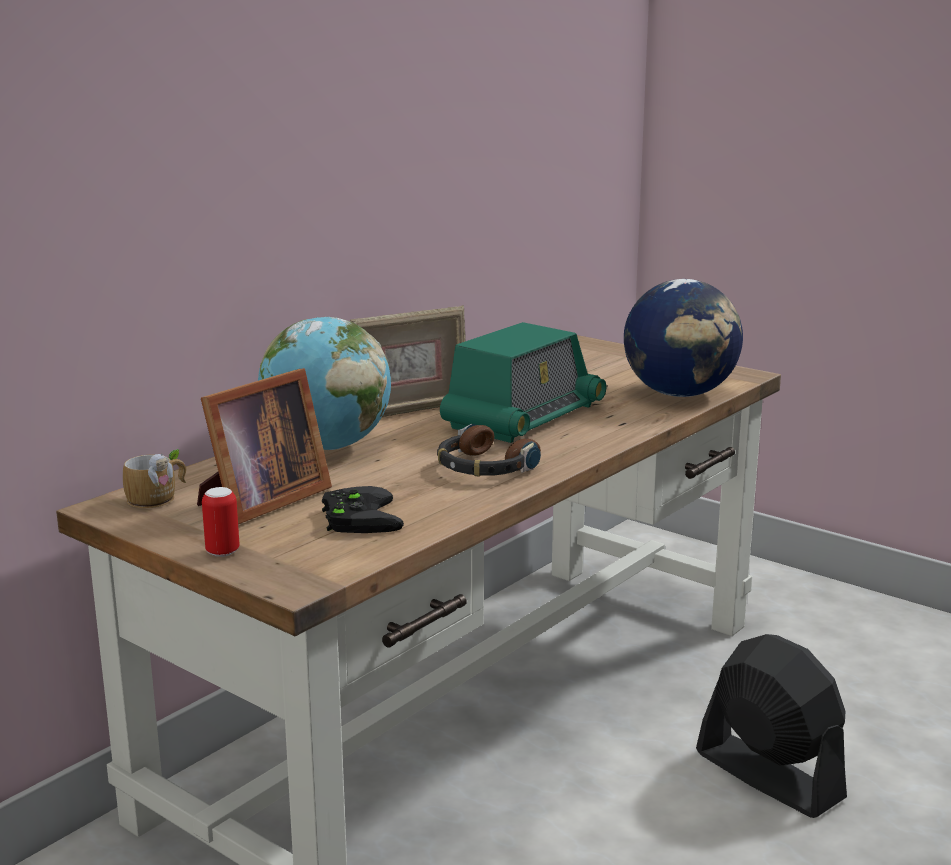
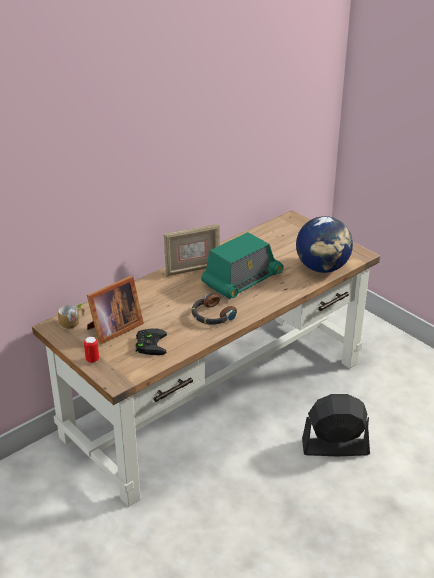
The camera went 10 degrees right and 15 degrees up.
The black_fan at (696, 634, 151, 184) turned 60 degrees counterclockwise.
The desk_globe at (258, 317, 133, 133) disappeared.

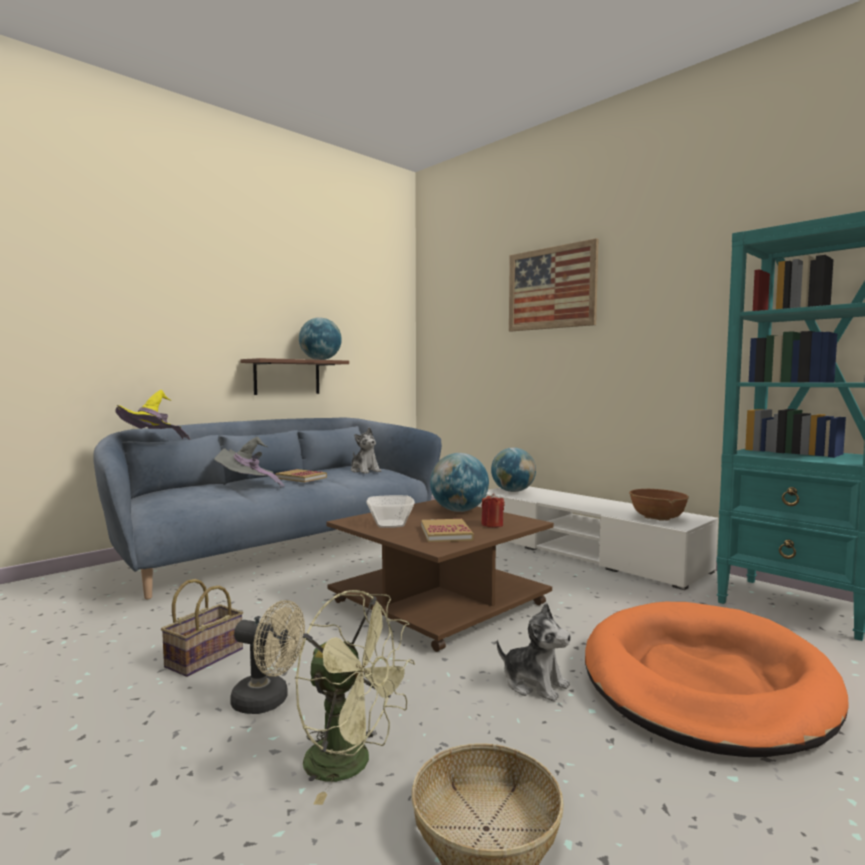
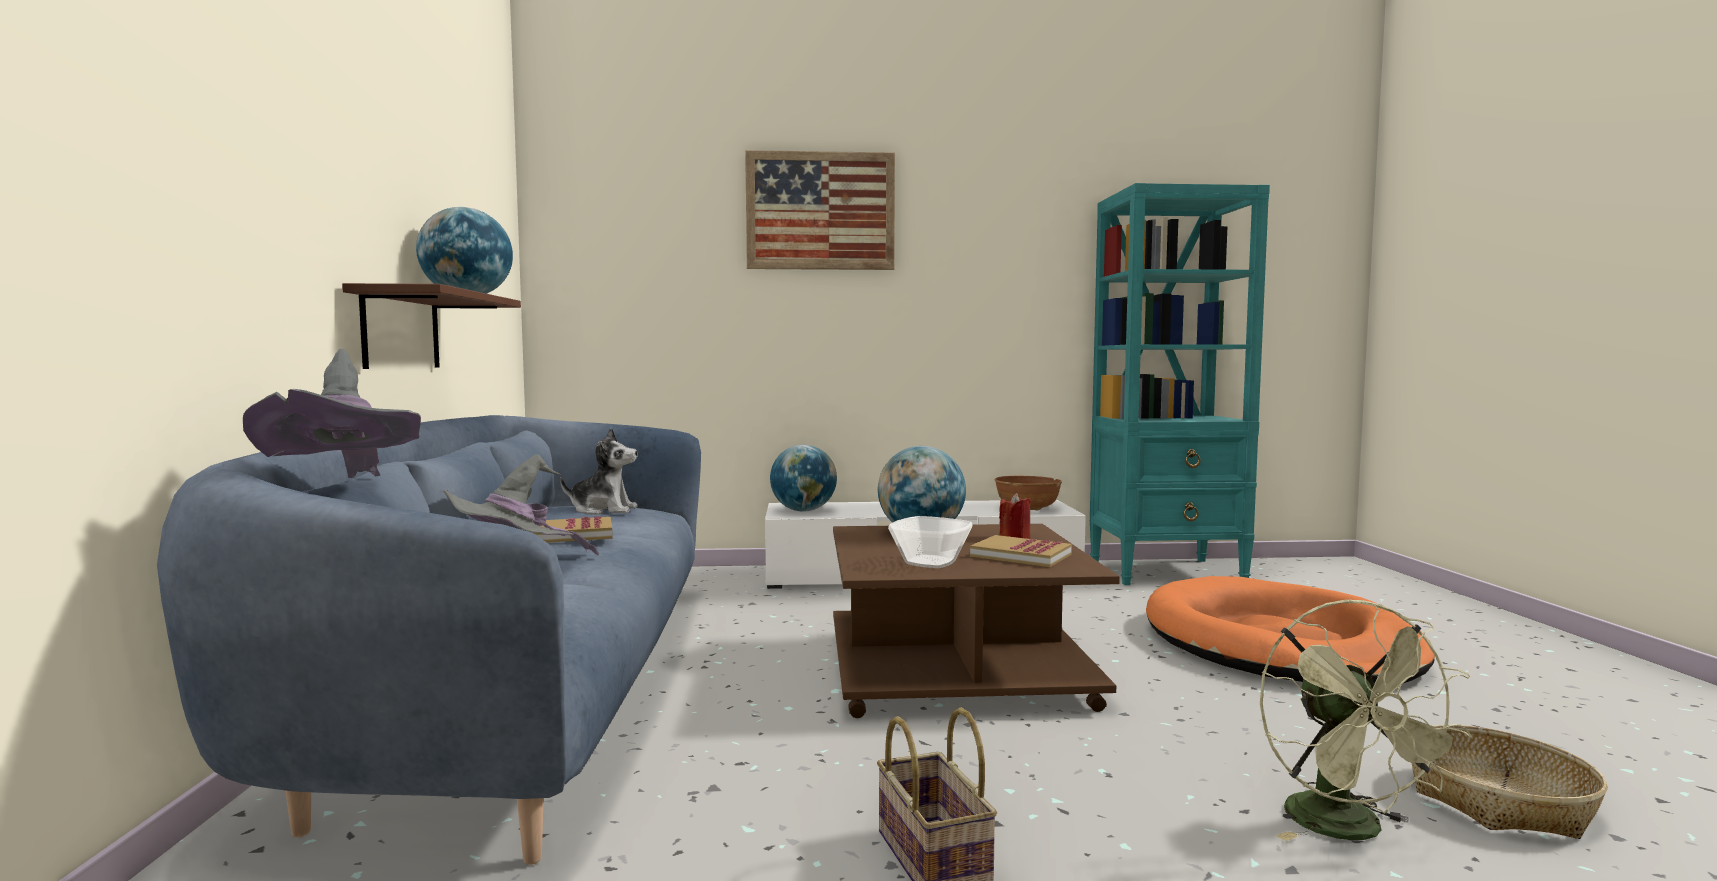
The camera went 50 degrees left and 0 degrees up.
The yellow_clothing_hat at (115, 390, 75, 50) became the gray_clothing_hat at (243, 349, 178, 129).
The greenish_fan at (295, 590, 120, 215) turned 105 degrees clockwise.
The beige-coloured_fan at (230, 600, 75, 114) disappeared.
The cuddly_toy at (497, 603, 74, 99) disappeared.

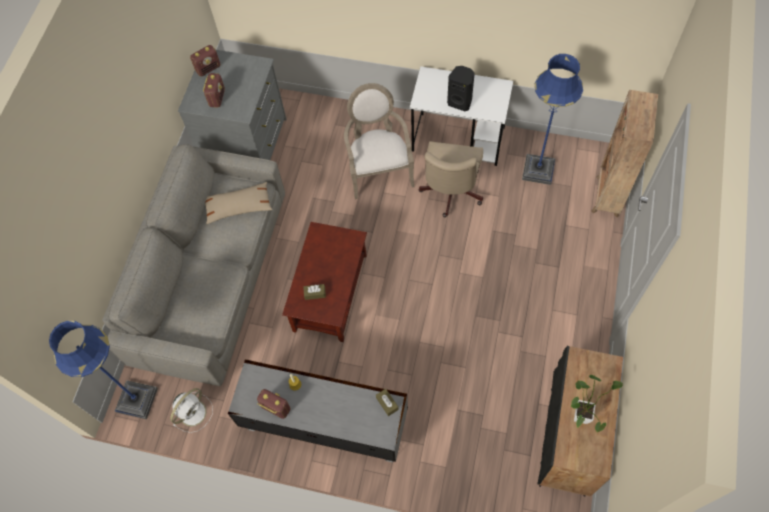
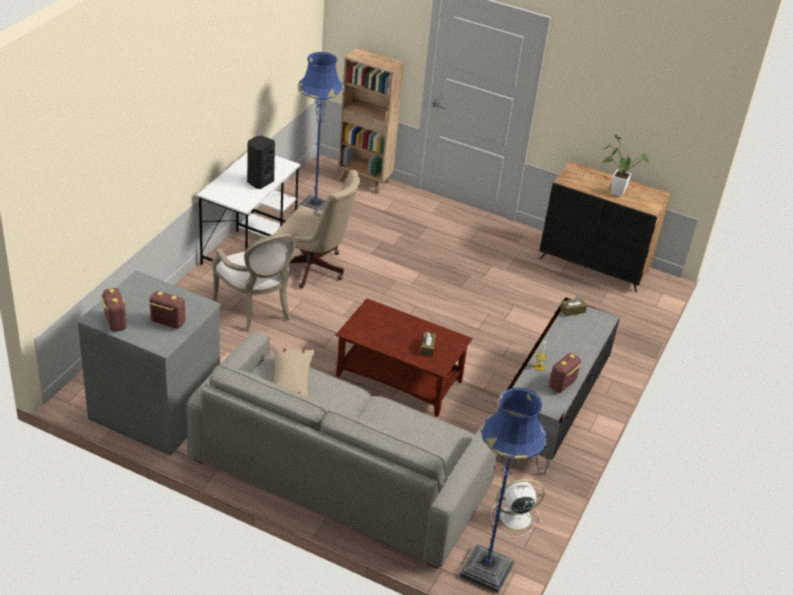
The camera went 85 degrees left and 25 degrees down.
The easy_chair at (344, 83, 70, 116) turned 120 degrees counterclockwise.
The whitish_fan at (171, 388, 42, 45) turned 60 degrees counterclockwise.

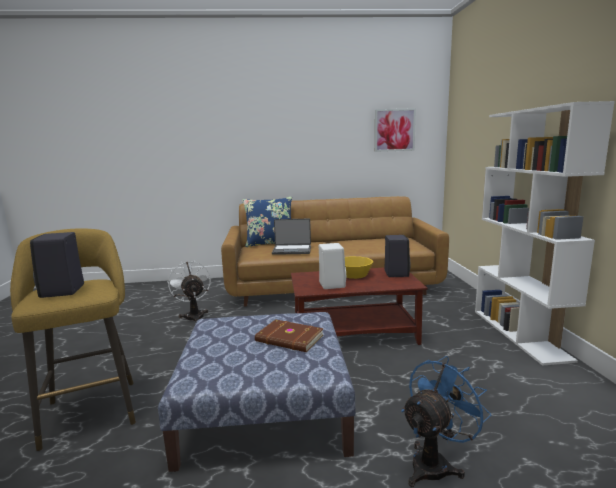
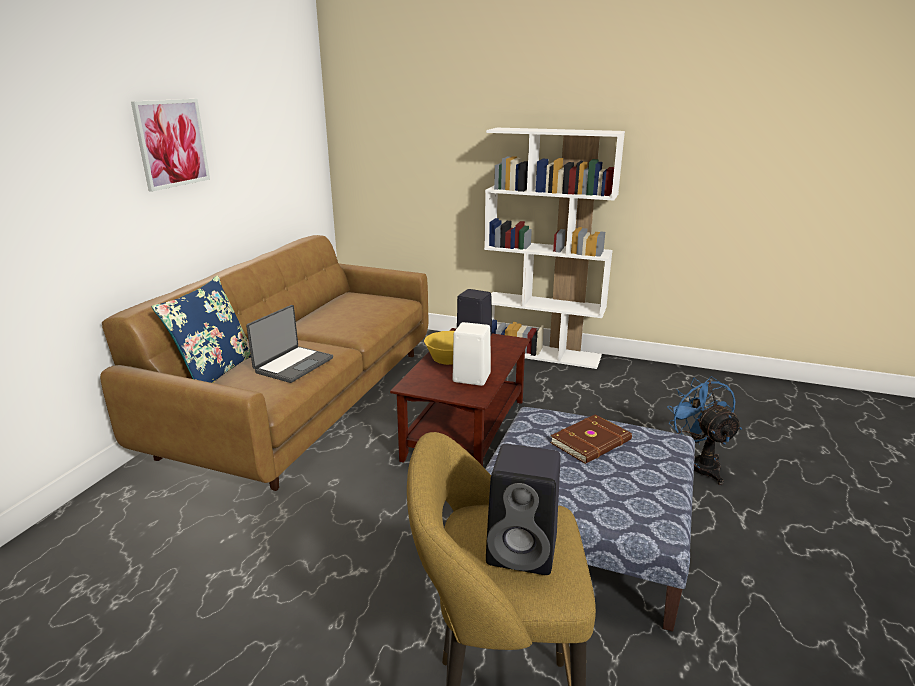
The camera went 65 degrees left and 10 degrees up.
The wall_art moved from (375, 108, 41, 44) to (131, 99, 79, 93).
The whitish_fan at (167, 261, 44, 61) disappeared.

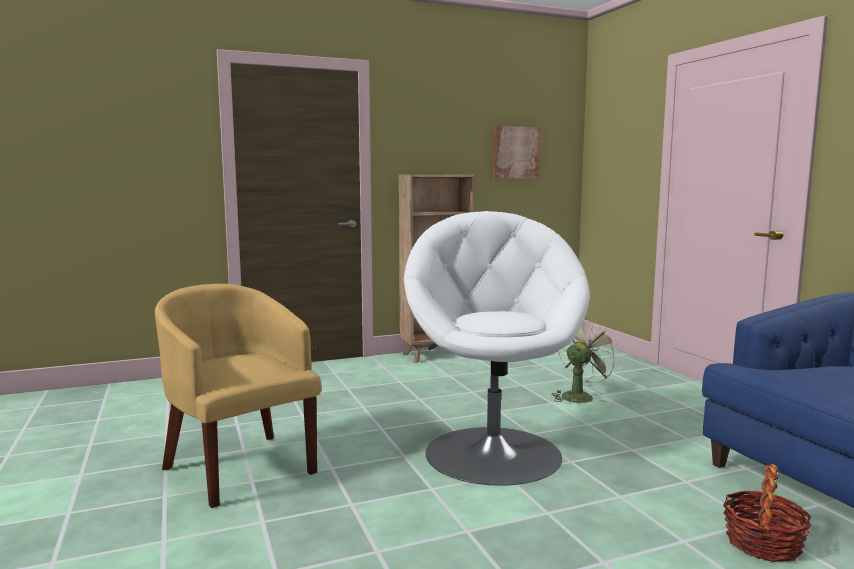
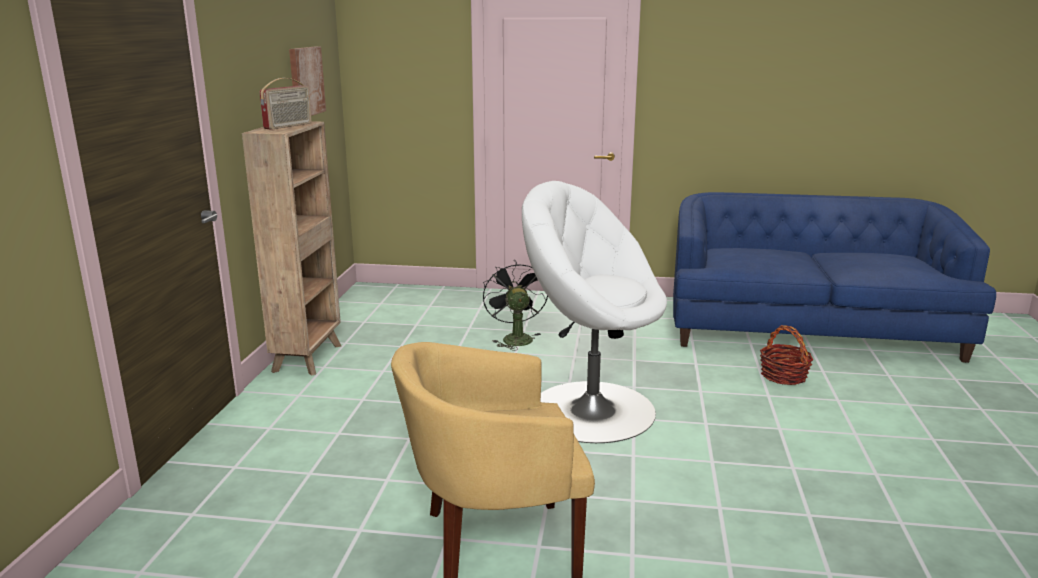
The camera went 60 degrees left and 10 degrees up.
The radio_set at (260, 78, 51, 52) appeared.
The greenish_fan at (551, 315, 69, 88) became the black_fan at (483, 260, 65, 91).

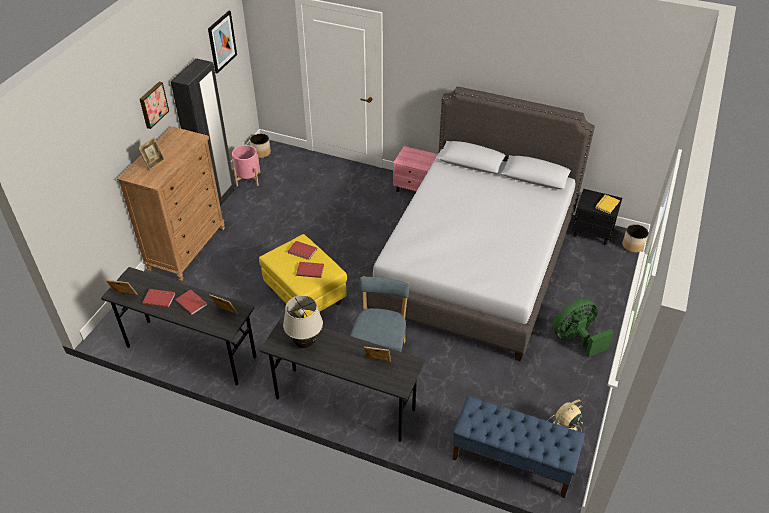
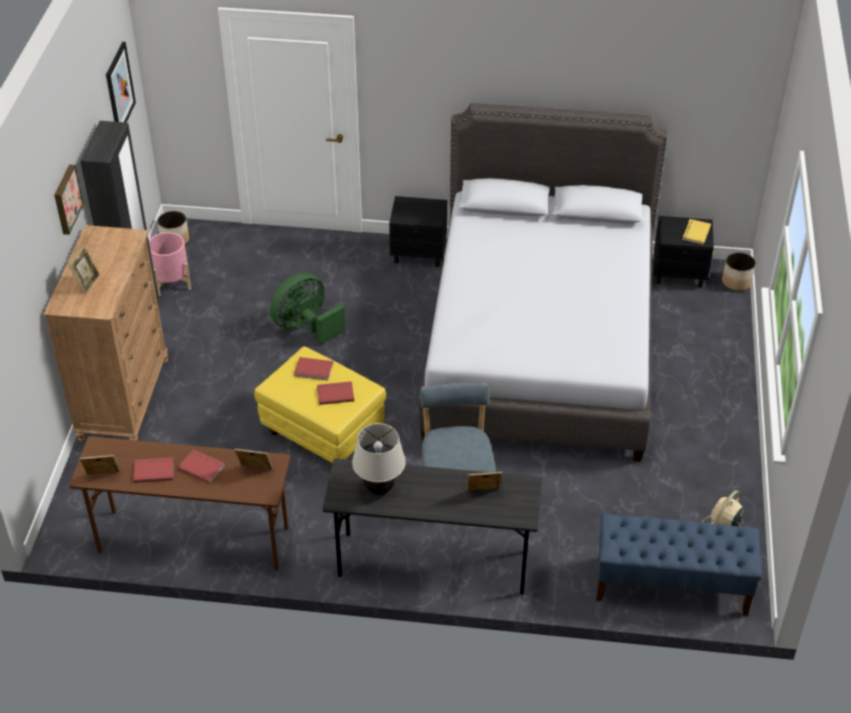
The camera went 15 degrees left and 0 degrees up.
The gray_desk_unit at (101, 267, 155, 119) became the brown_desk_unit at (69, 436, 222, 135).
The greenish_fan moved from (552, 298, 62, 59) to (270, 273, 76, 72).
The pinkish_night_table at (393, 146, 45, 46) became the black_night_table at (389, 196, 59, 71).

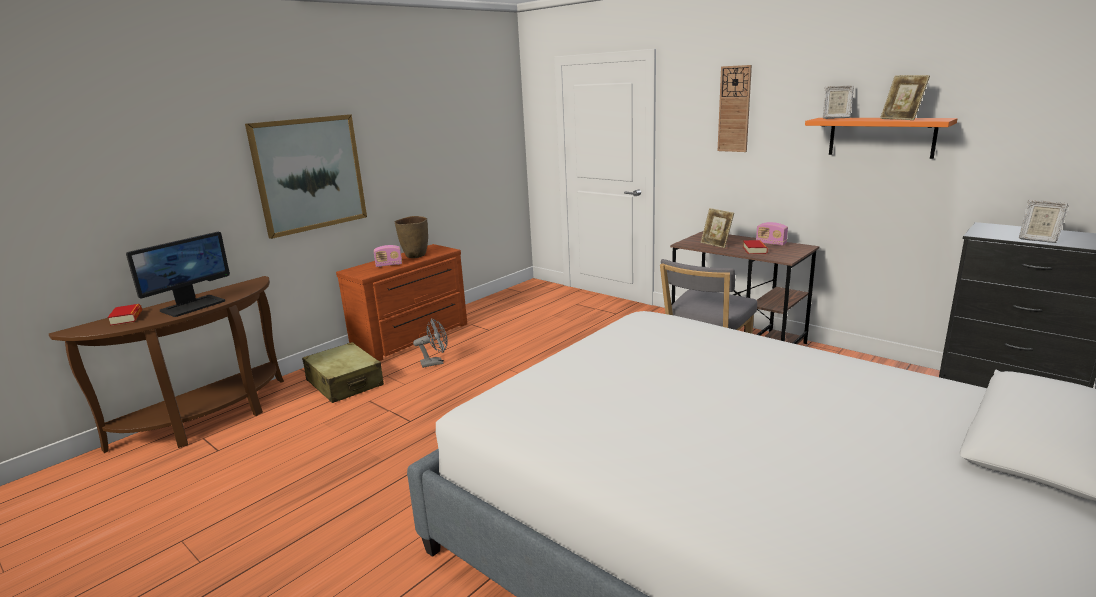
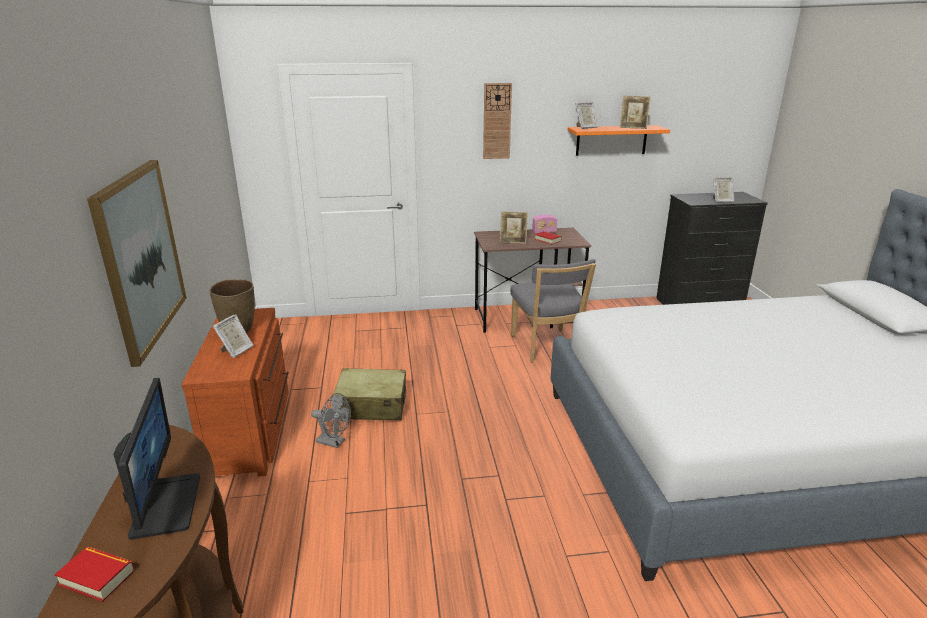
The camera went 50 degrees left and 5 degrees up.
The radio_set at (374, 245, 28, 22) was replaced by the standing_frame at (213, 314, 40, 44).
The gray_fan at (413, 318, 35, 50) turned 90 degrees clockwise.
The beige-coloured_piece_of_luggage moved from (302, 342, 82, 61) to (333, 368, 73, 53).

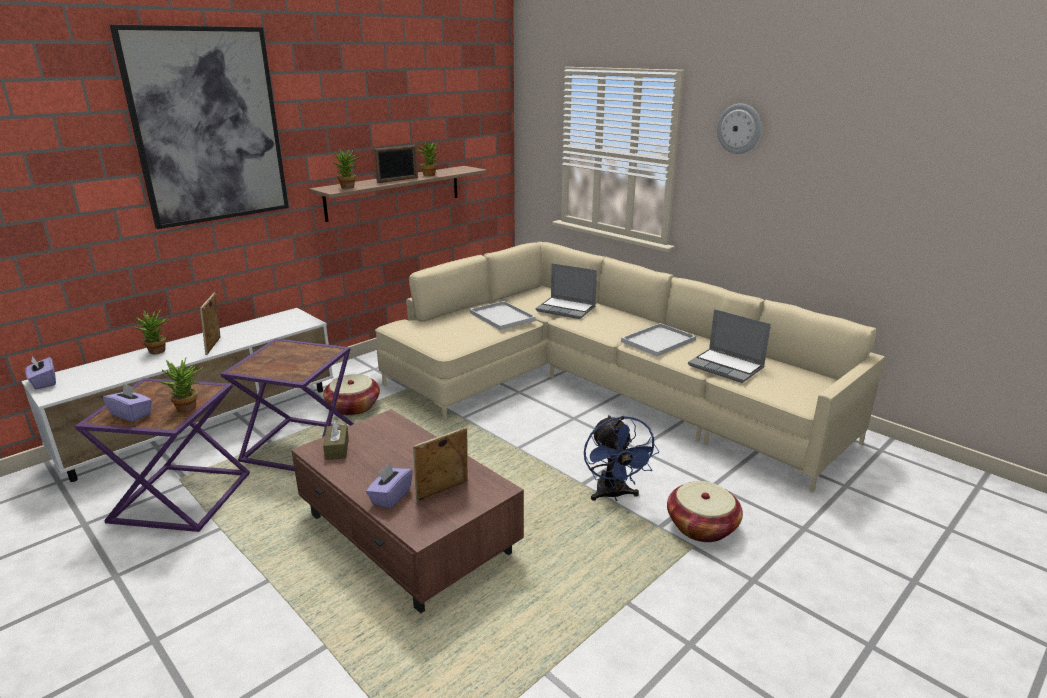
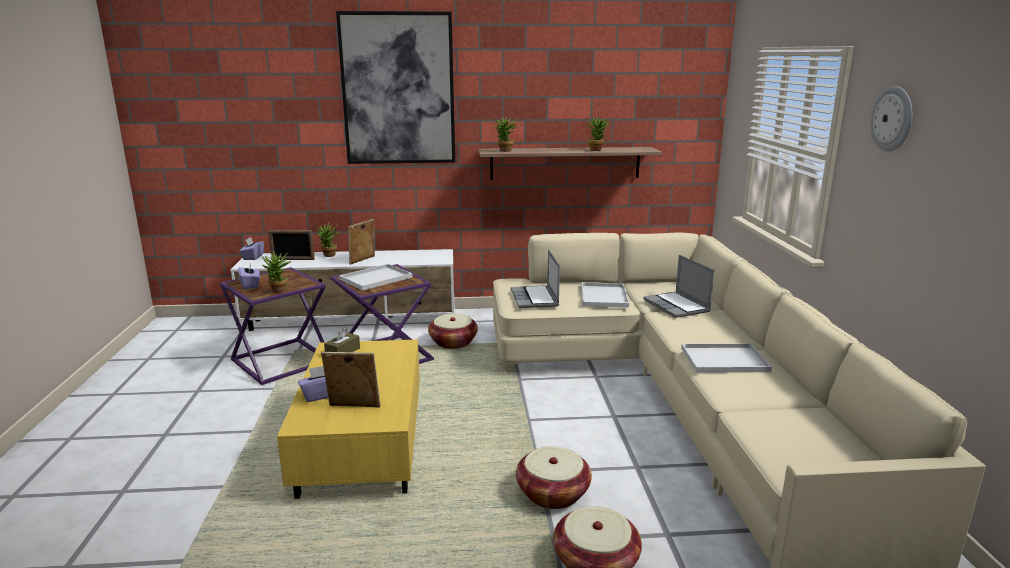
The camera went 40 degrees right and 5 degrees down.
The standing_frame moved from (374, 145, 44, 38) to (268, 230, 47, 30).
The brown_coffee_table at (291, 409, 233, 205) became the yellow_coffee_table at (277, 339, 143, 160).
The whitish_tray at (339, 264, 73, 26) appeared.
The laptop moved from (688, 309, 83, 74) to (511, 249, 49, 59).
The blue_fan at (584, 415, 75, 86) was replaced by the basket at (516, 446, 76, 63).

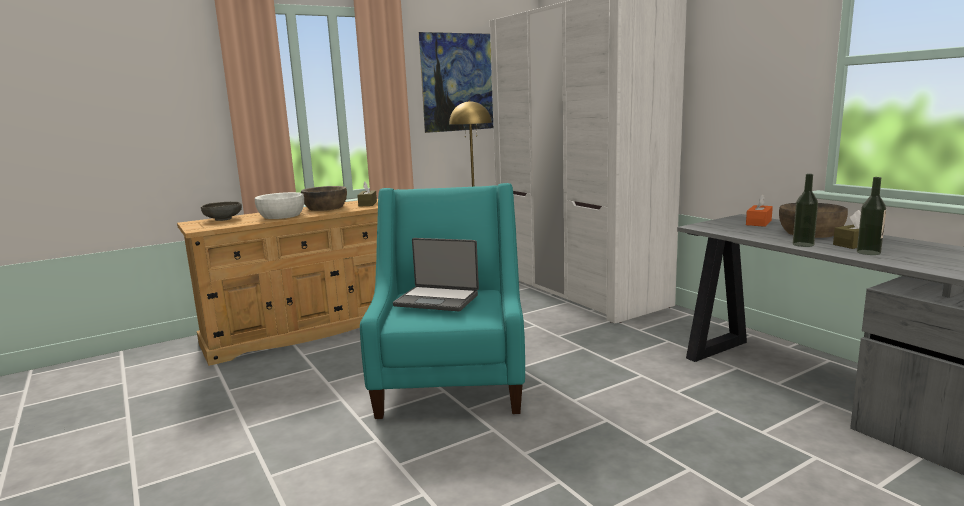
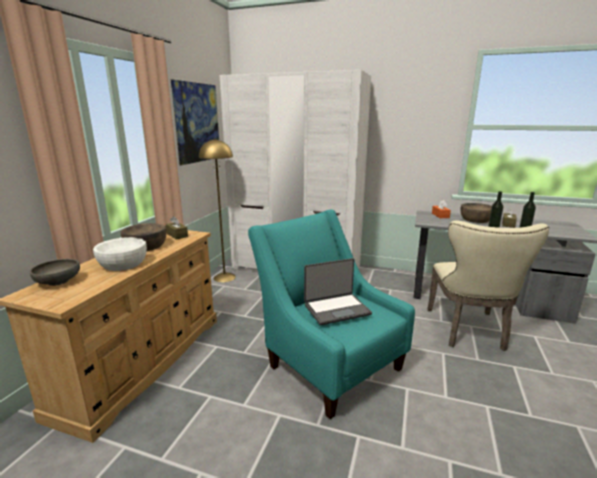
The camera went 40 degrees left and 5 degrees up.
The beige-coloured_chair at (428, 220, 121, 131) appeared.

